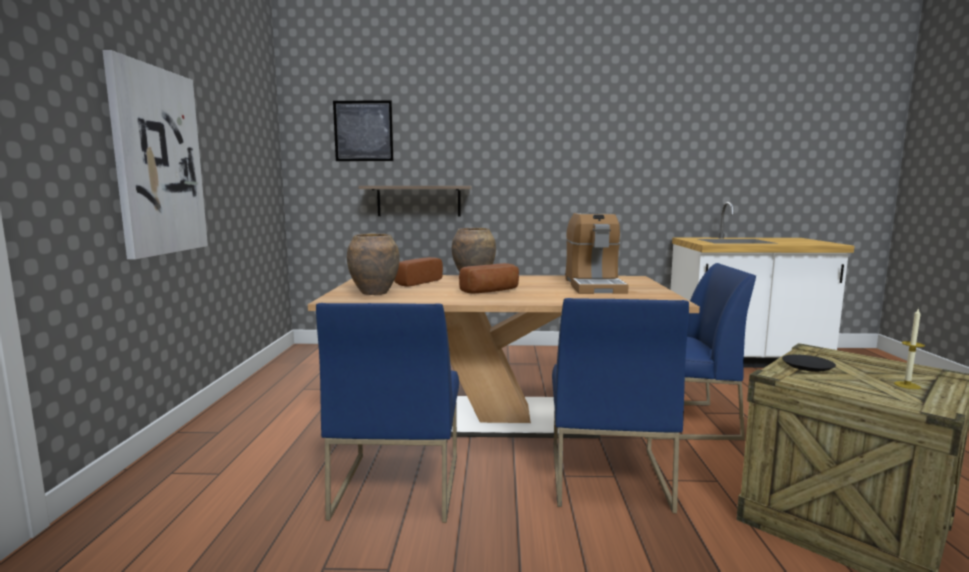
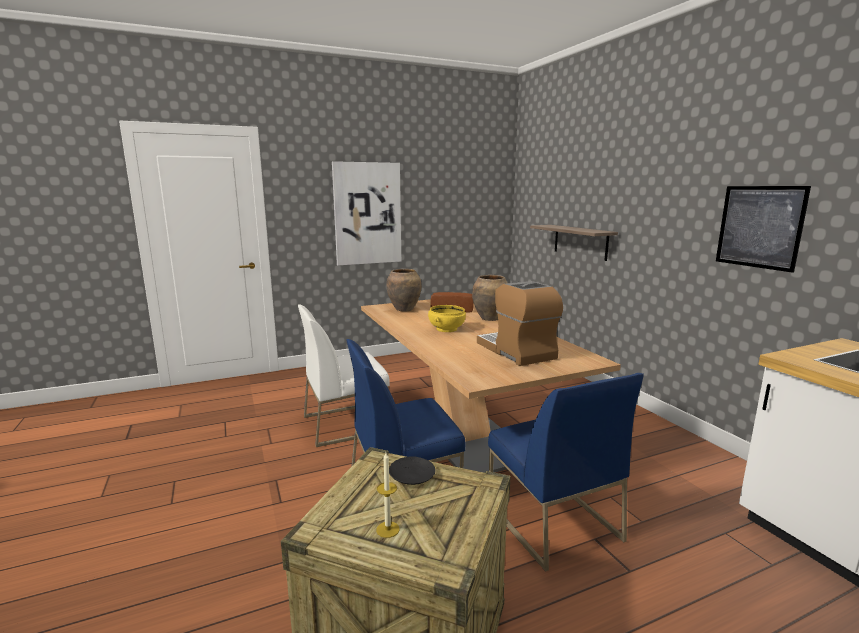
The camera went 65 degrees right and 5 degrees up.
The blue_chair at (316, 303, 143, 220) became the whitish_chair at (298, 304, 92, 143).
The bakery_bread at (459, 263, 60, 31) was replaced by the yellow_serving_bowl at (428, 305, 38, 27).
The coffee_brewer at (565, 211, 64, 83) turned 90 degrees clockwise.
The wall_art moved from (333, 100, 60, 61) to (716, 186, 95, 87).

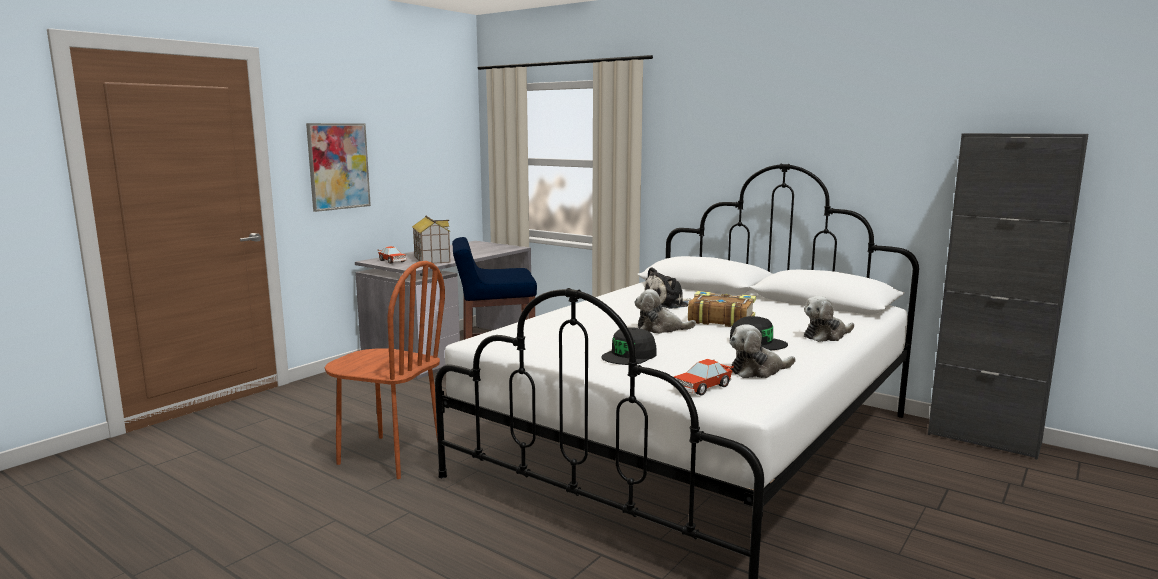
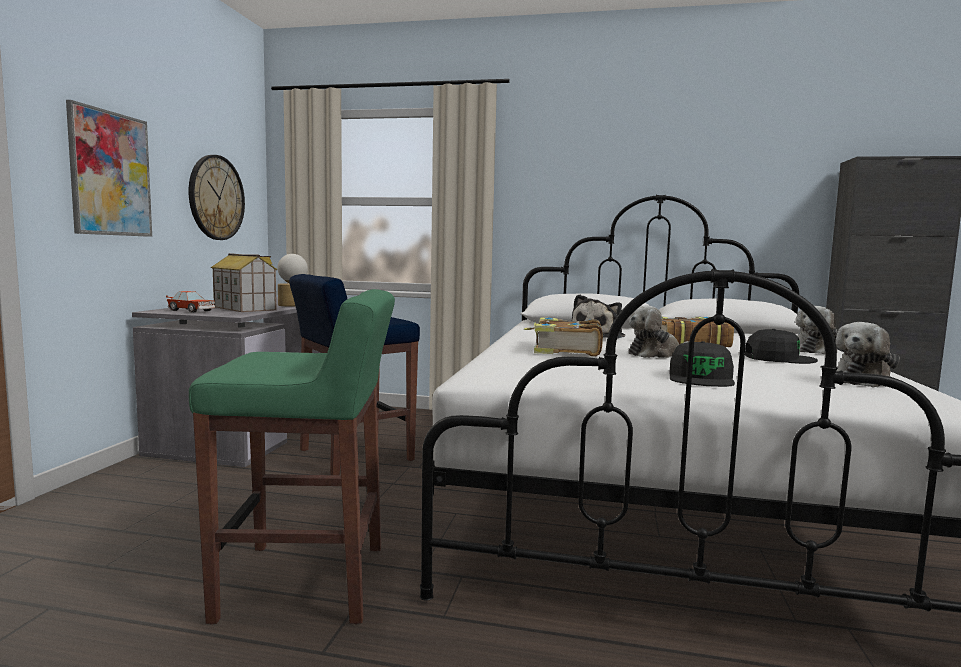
The camera went 25 degrees left and 5 degrees down.
The clock_on_the_wall at (188, 155, 57, 85) appeared.
The brown_chair at (325, 261, 120, 218) was replaced by the greenish_sitting_stool at (189, 289, 206, 336).
The tabletop_lamp at (277, 254, 31, 52) appeared.
The book at (524, 318, 79, 38) appeared.
The toy_car at (673, 359, 61, 36) disappeared.

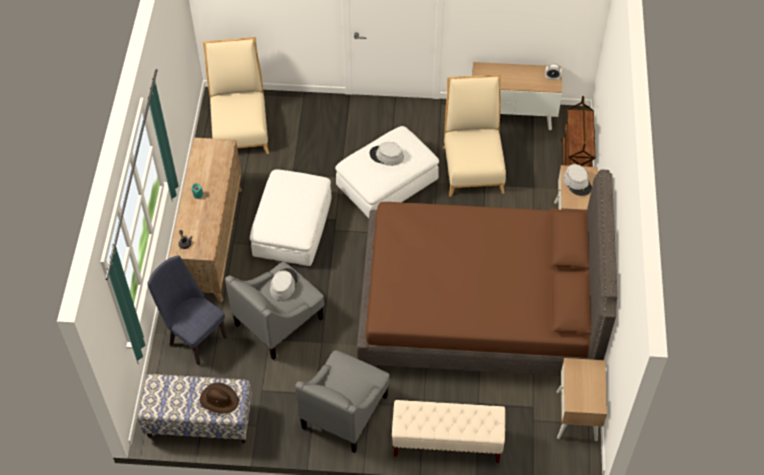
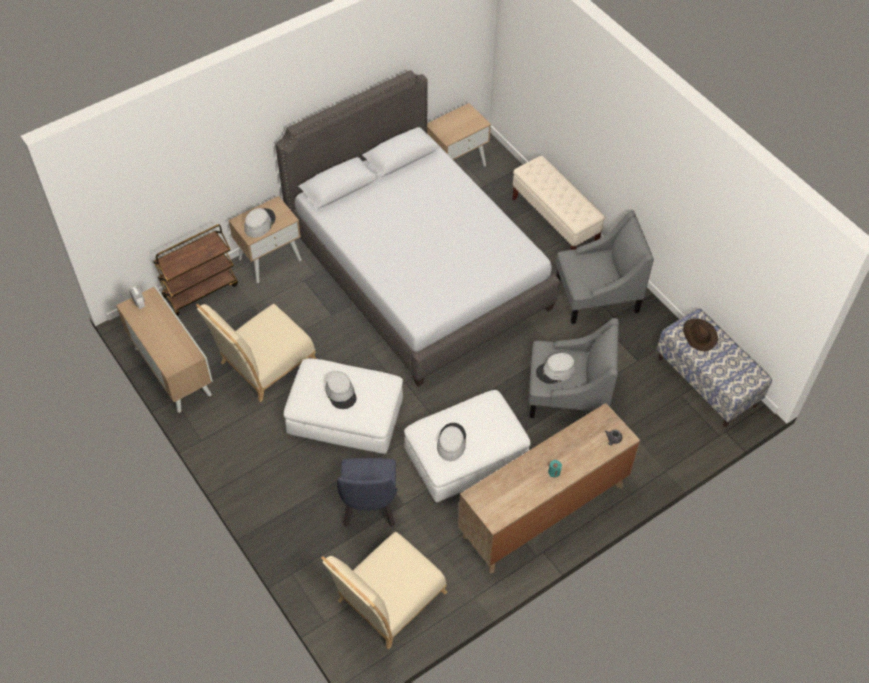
The camera went 130 degrees left and 0 degrees up.
The brown_bed at (357, 170, 261, 206) became the gray_bed at (275, 70, 285, 317).
The blue_chair moved from (147, 255, 80, 110) to (337, 458, 61, 69).
The gray_clothing_hat at (437, 423, 29, 38) appeared.

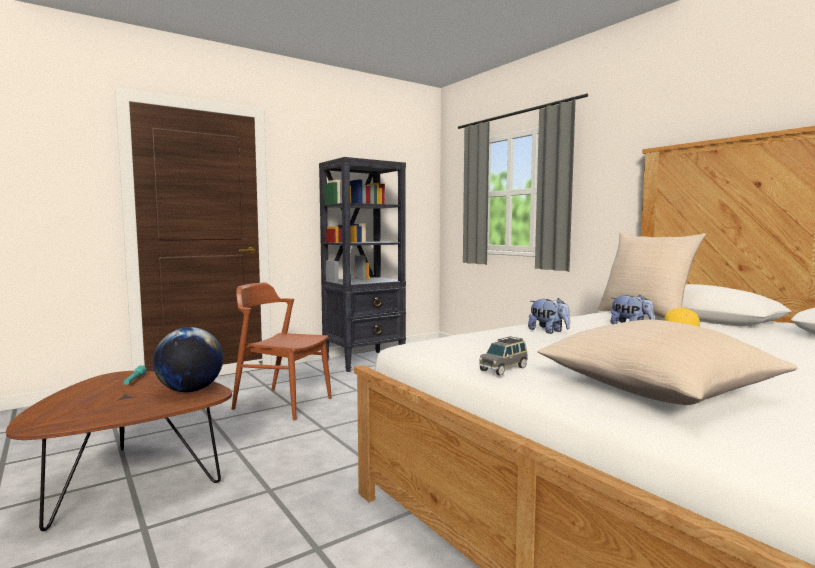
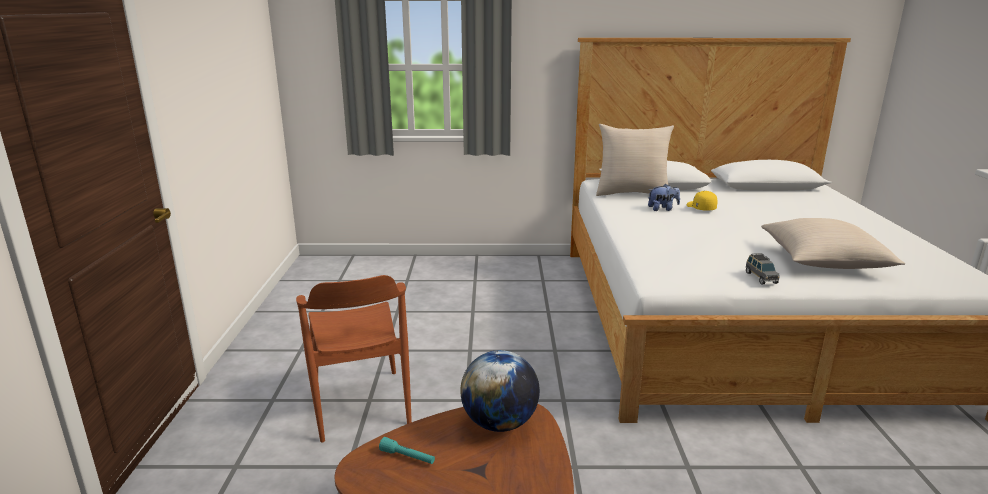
The camera went 55 degrees left and 15 degrees up.
The brown_chair at (232, 282, 100, 138) turned 75 degrees counterclockwise.
The black_shelving_unit at (319, 157, 87, 215) disappeared.
The cuddly_toy at (528, 298, 42, 36) disappeared.

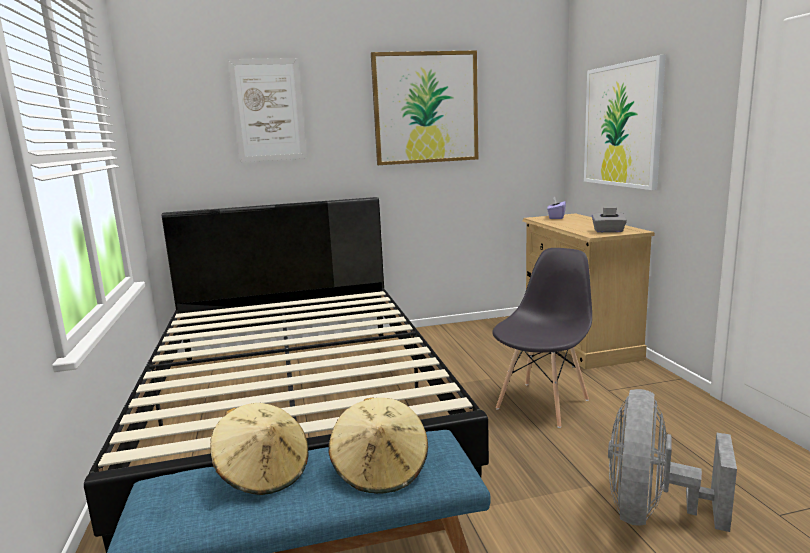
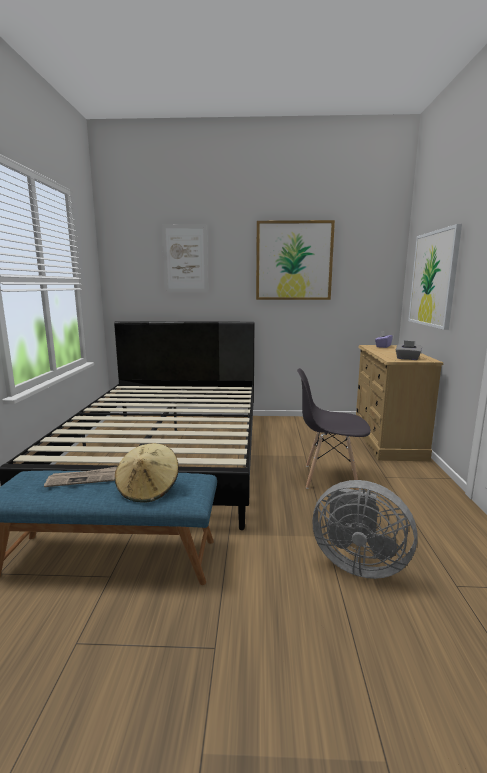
The camera went 15 degrees right and 0 degrees up.
The beige-coloured_clothing_hat at (210, 403, 98, 92) was replaced by the newspaper at (44, 467, 73, 20).
The gray_chair at (492, 248, 100, 180) turned 135 degrees counterclockwise.
The gray_fan at (608, 389, 129, 143) turned 105 degrees counterclockwise.

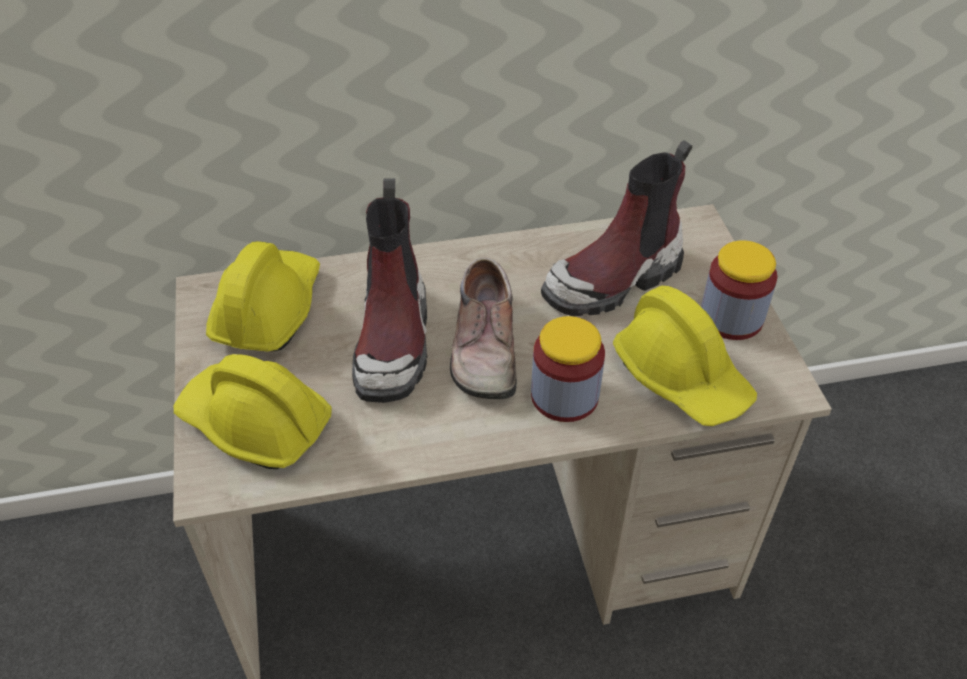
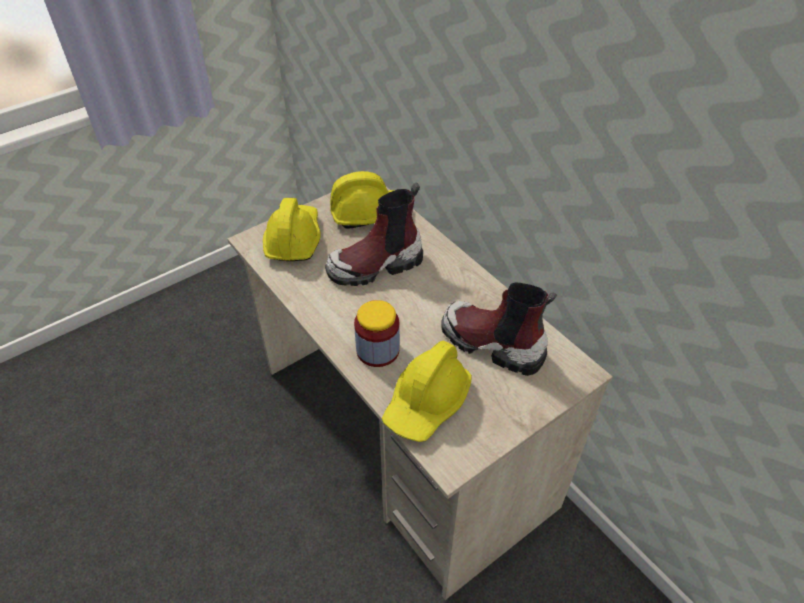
The camera went 65 degrees right and 0 degrees up.
The low_shoe at (450, 258, 67, 141) disappeared.
The storage_jar at (701, 240, 77, 100) disappeared.

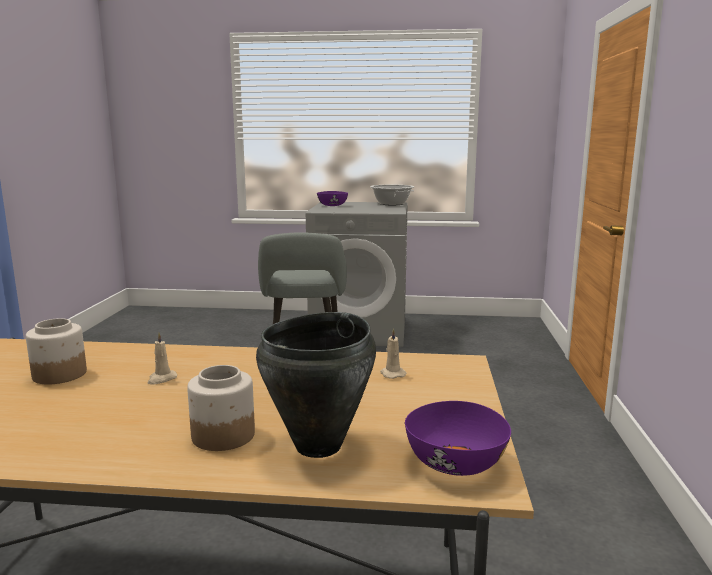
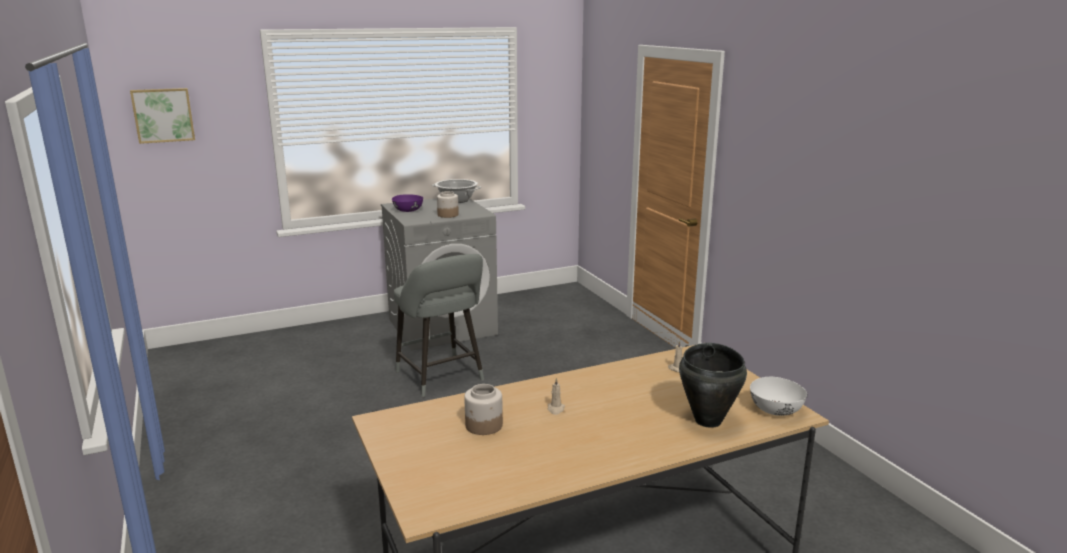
The camera went 30 degrees left and 5 degrees up.
The wall_art at (130, 88, 65, 56) appeared.
The storage_jar moved from (187, 365, 68, 86) to (437, 191, 22, 27).
The purple-coloured_serving_bowl at (405, 401, 106, 75) became the whitish_serving_bowl at (750, 377, 57, 39).

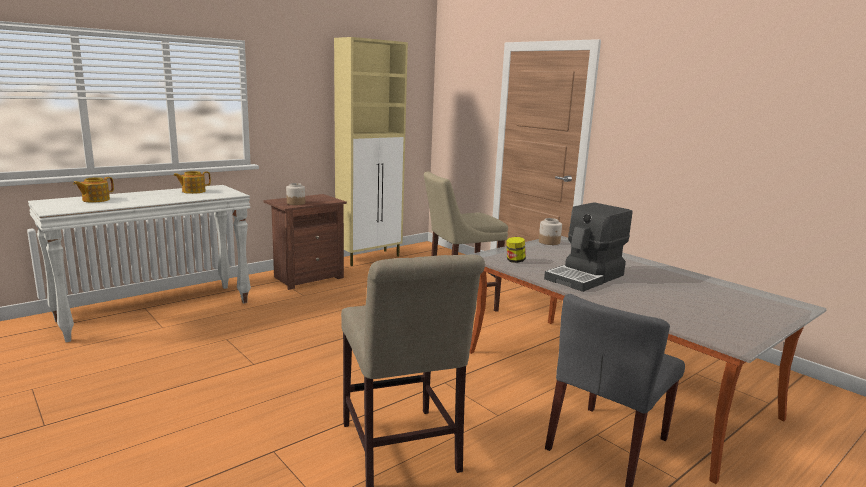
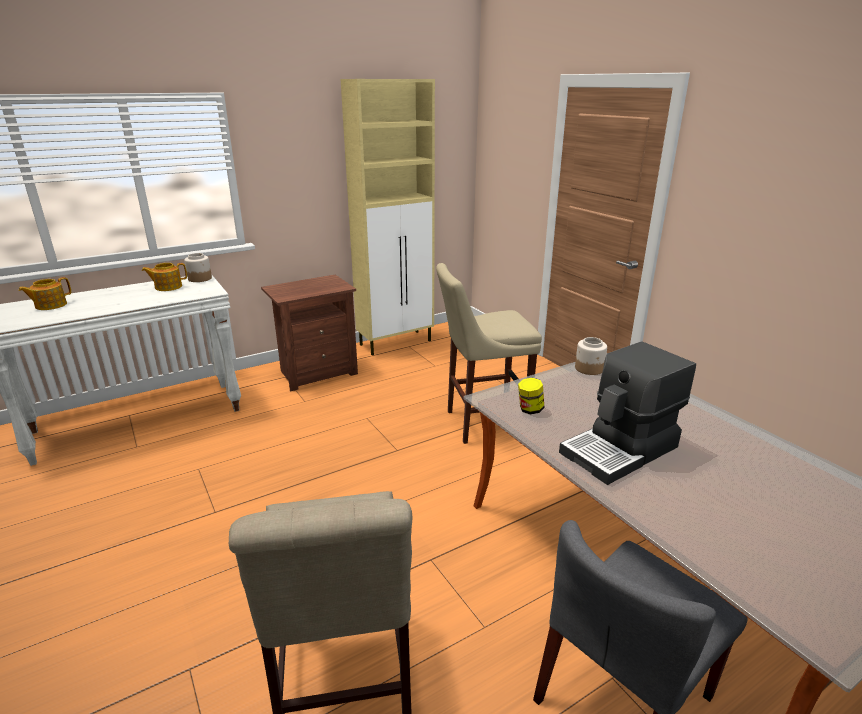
The camera went 10 degrees right and 10 degrees up.
The storage_jar moved from (286, 183, 19, 22) to (184, 253, 28, 29).

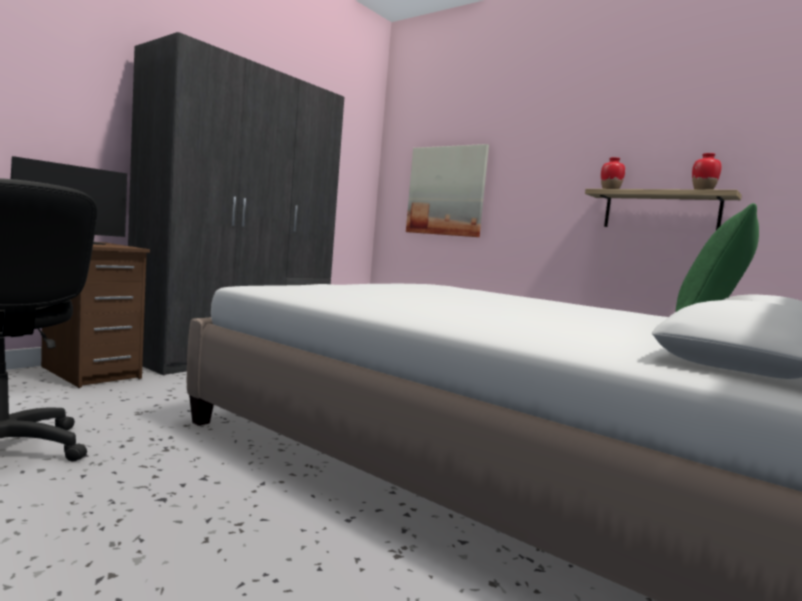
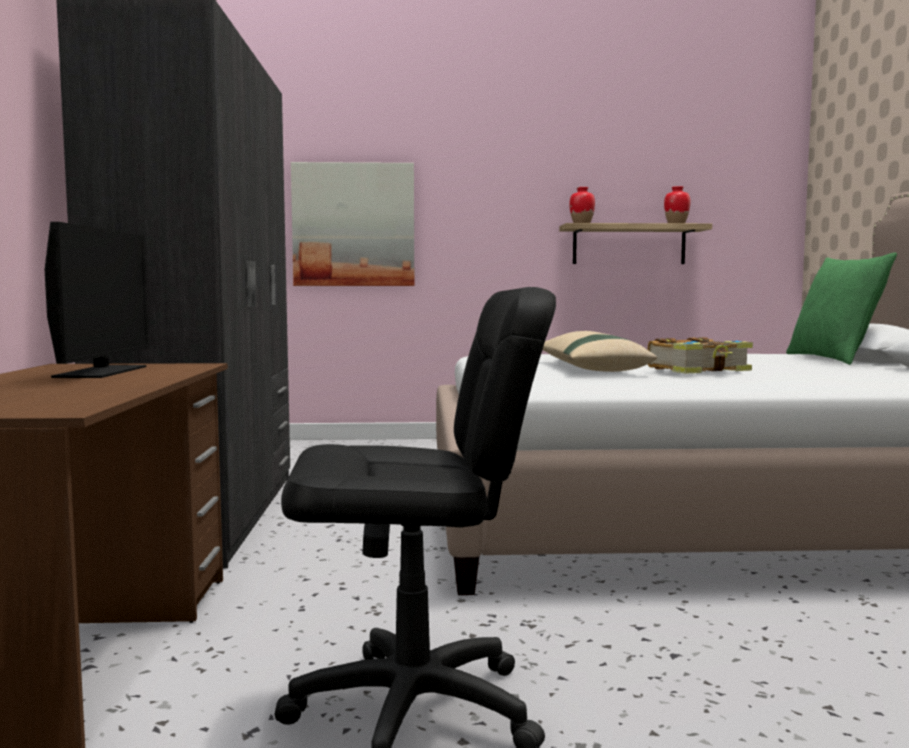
The camera went 40 degrees left and 0 degrees up.
The beige-coloured_cushion at (542, 331, 115, 41) appeared.
The book at (647, 337, 106, 37) appeared.

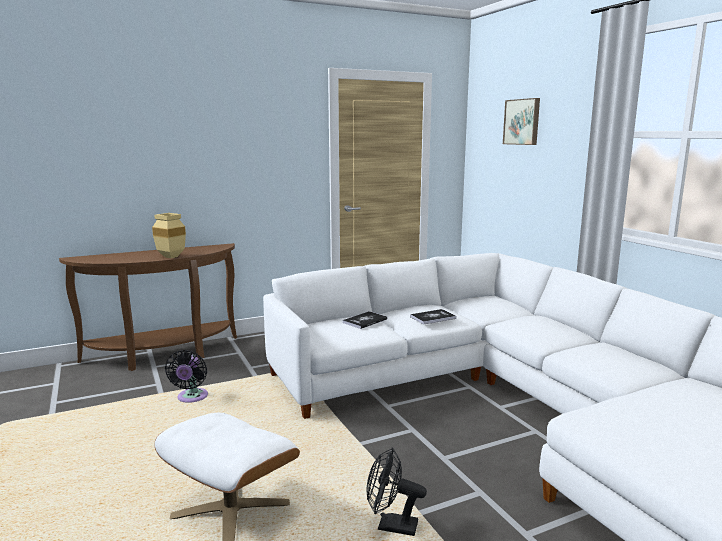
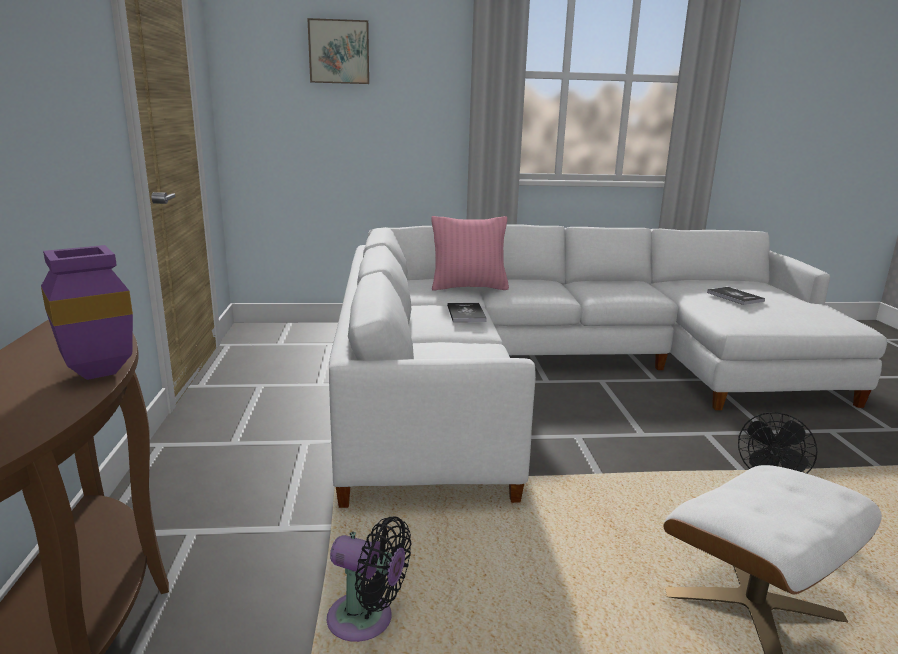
The camera went 70 degrees left and 5 degrees up.
The beige-coloured_vase at (152, 213, 34, 45) became the purple-coloured_vase at (41, 245, 92, 135).
The pinkish_cushion at (431, 216, 78, 74) appeared.
The book moved from (343, 311, 44, 18) to (707, 287, 58, 18).

